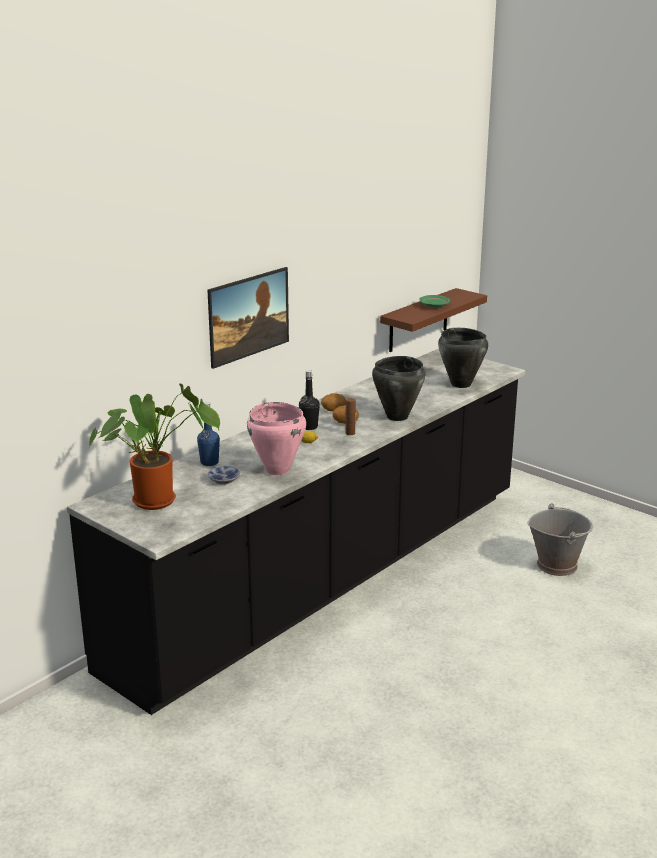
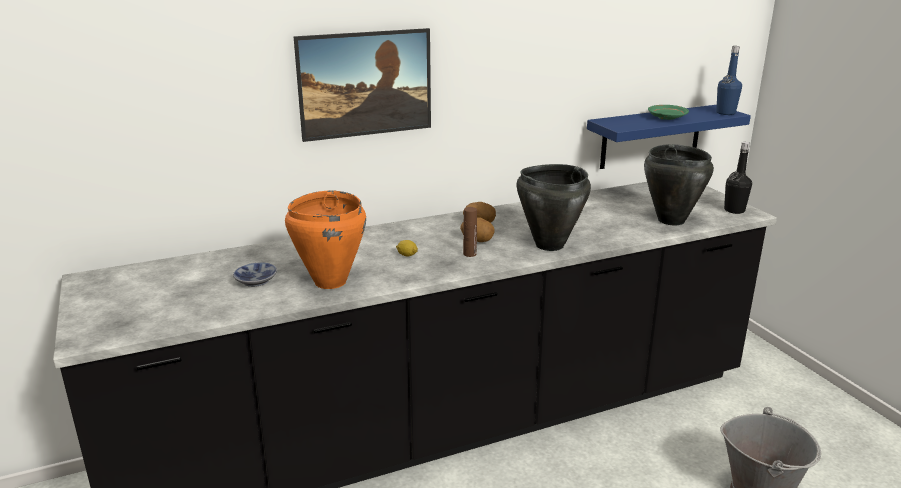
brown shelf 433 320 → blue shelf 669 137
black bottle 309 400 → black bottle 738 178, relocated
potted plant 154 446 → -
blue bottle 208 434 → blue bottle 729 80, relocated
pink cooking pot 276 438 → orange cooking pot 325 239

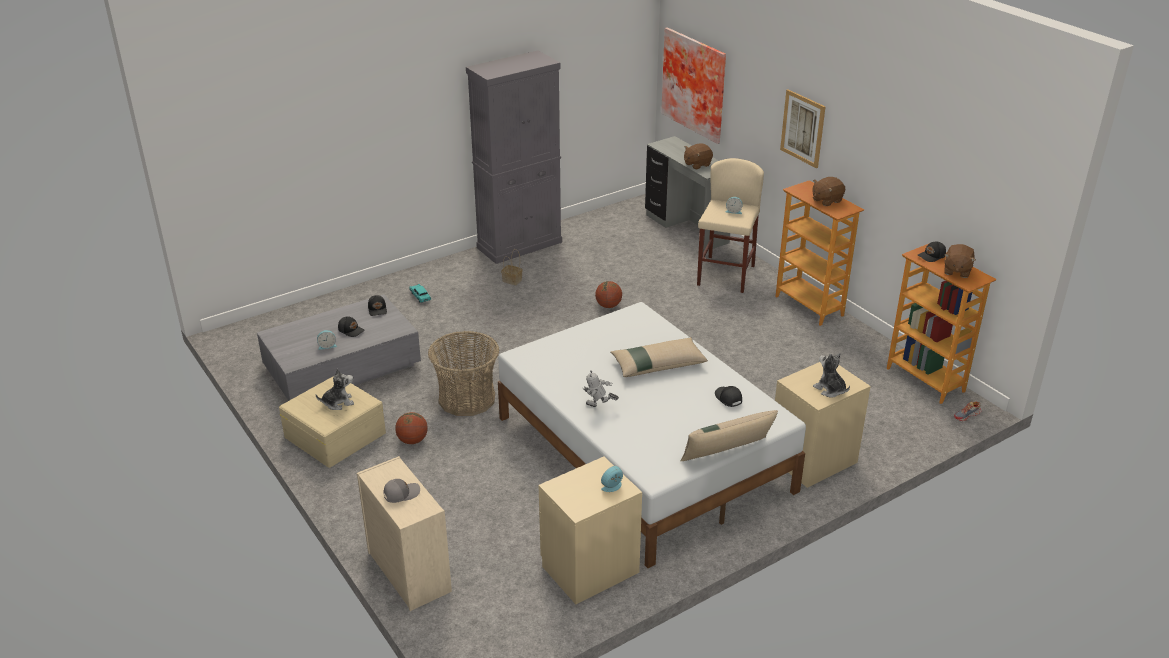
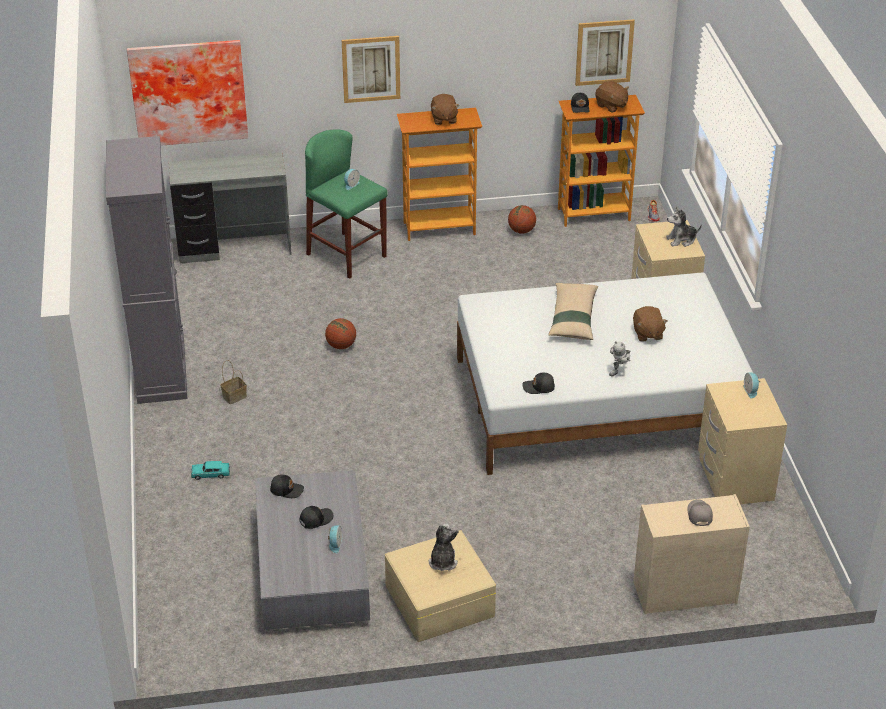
brown plush toy 698 157 → brown plush toy 650 324, relocated
beige stool 730 225 → green stool 346 204
basket 463 373 → -
black cap 728 396 → black cap 538 383, relocated
beige pillow 729 435 → -
basketball 411 428 → basketball 522 219, relocated
- → picture 605 52

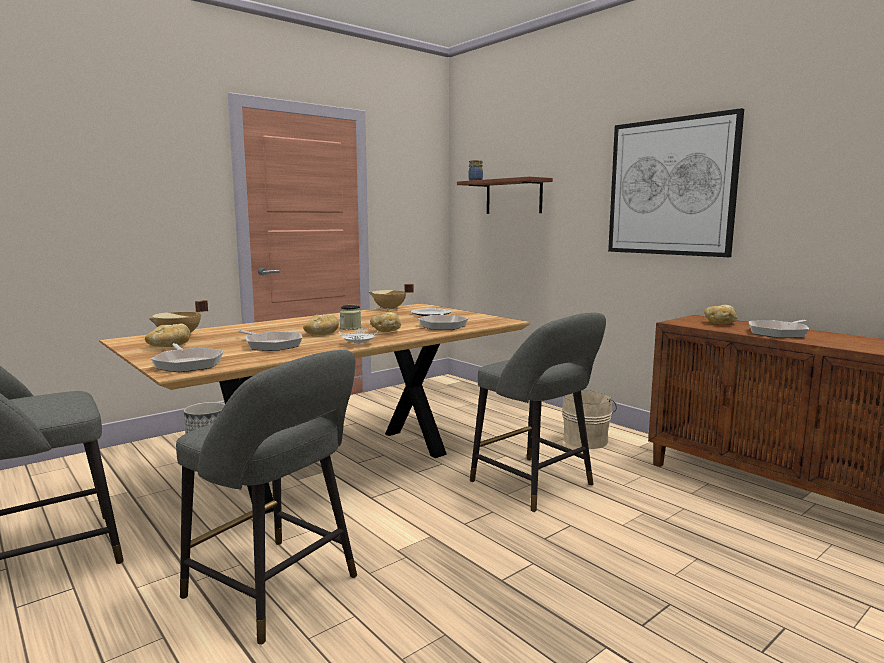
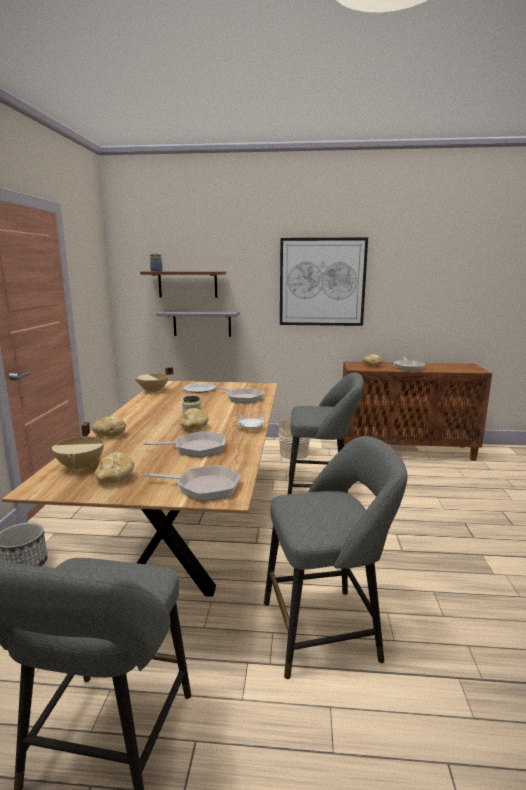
bread 385 322 → bread 109 426, relocated
- → grey shelf 198 324

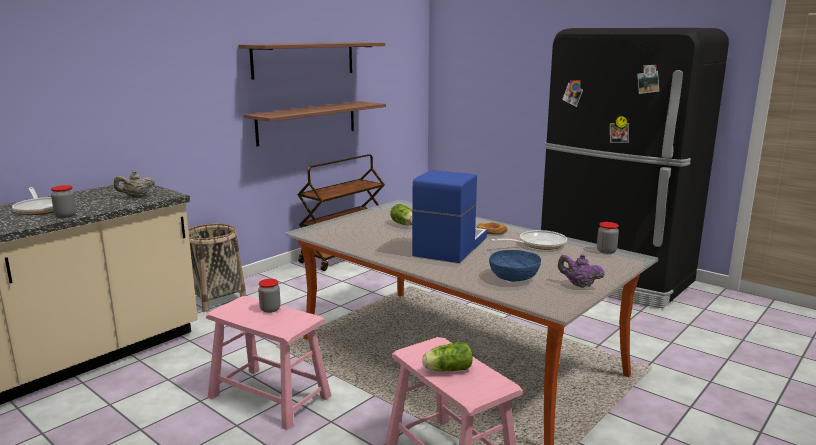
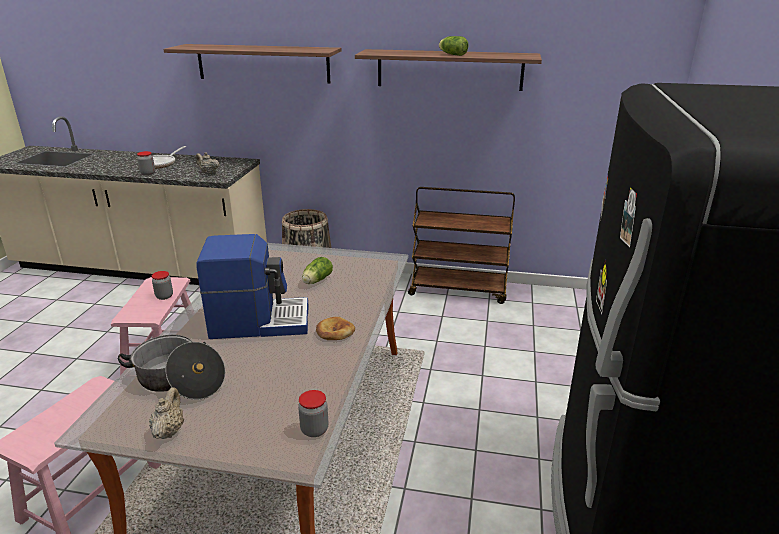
shelf 315 123 → shelf 252 63, relocated
frying pan 529 240 → -
blue bowl 515 266 → cooking pot 171 367
purple teapot 581 271 → beige teapot 166 413
lettuce 447 356 → lettuce 453 46, relocated

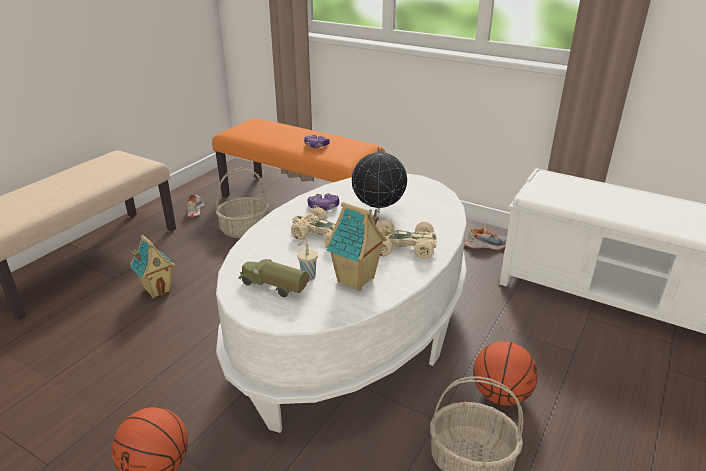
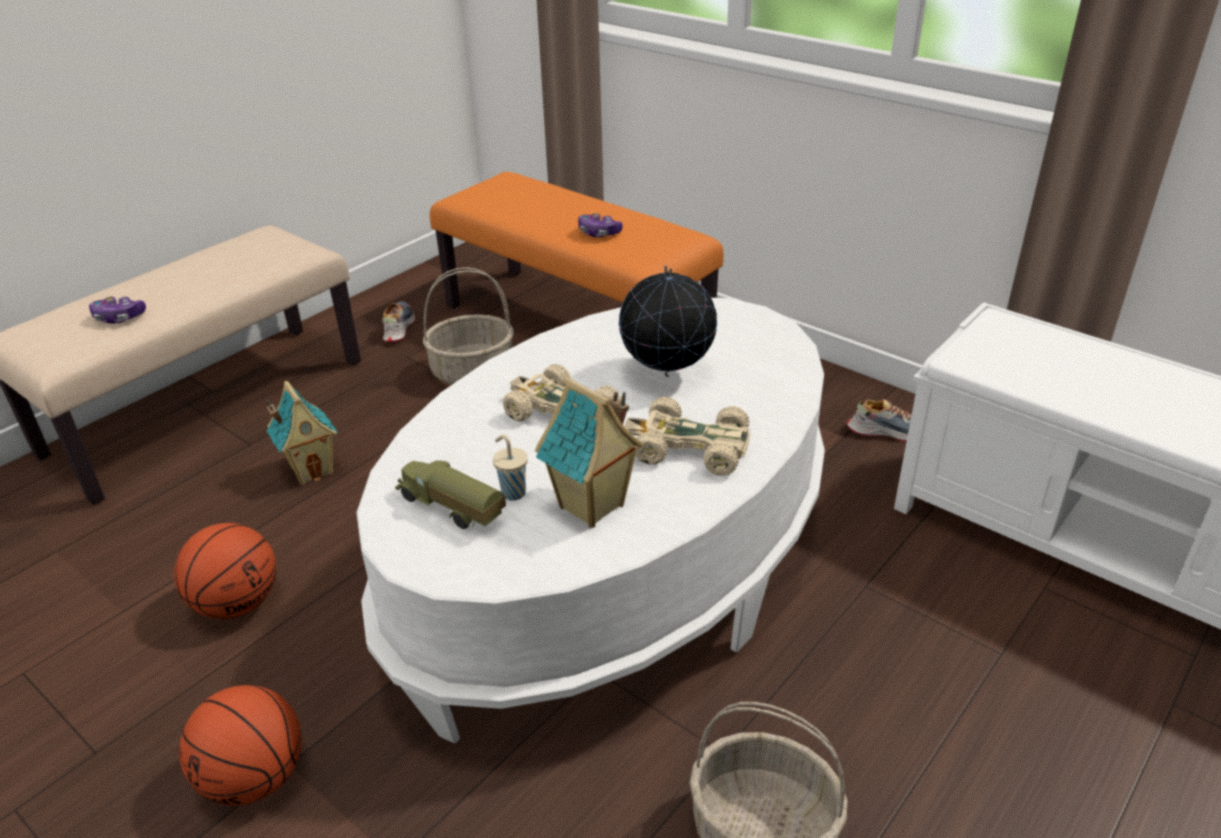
game controller 323 202 → game controller 117 310, relocated
basketball 505 373 → basketball 225 571, relocated

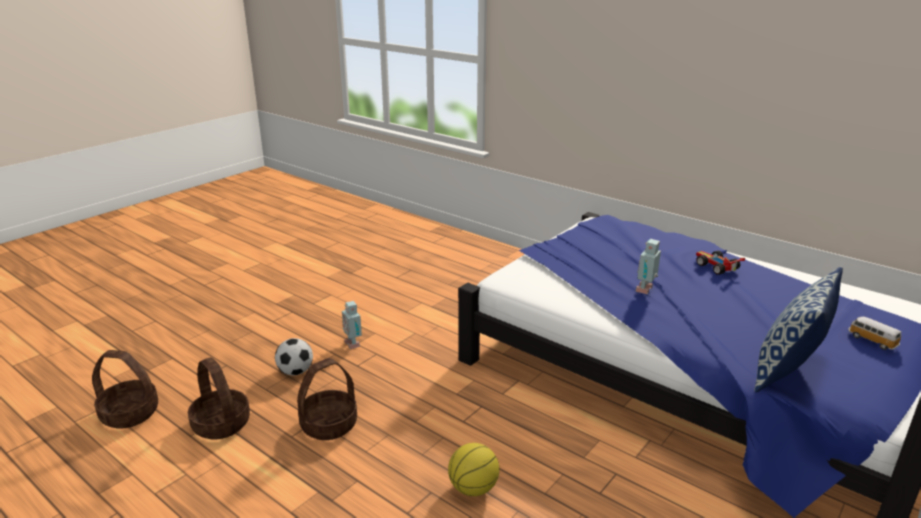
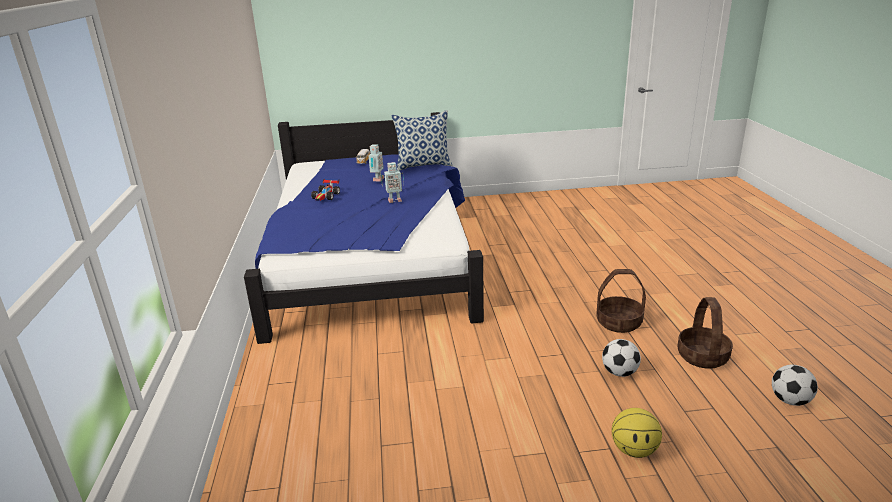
toy robot 352 325 → toy robot 376 163, relocated
basket 125 389 → football 795 385
basketball 473 469 → basketball 637 433, relocated

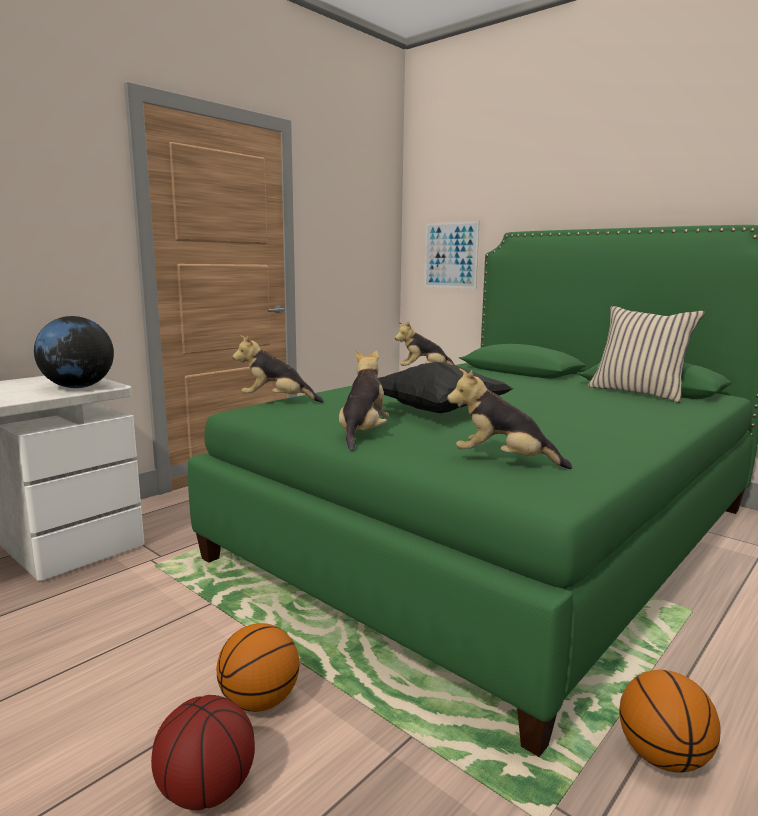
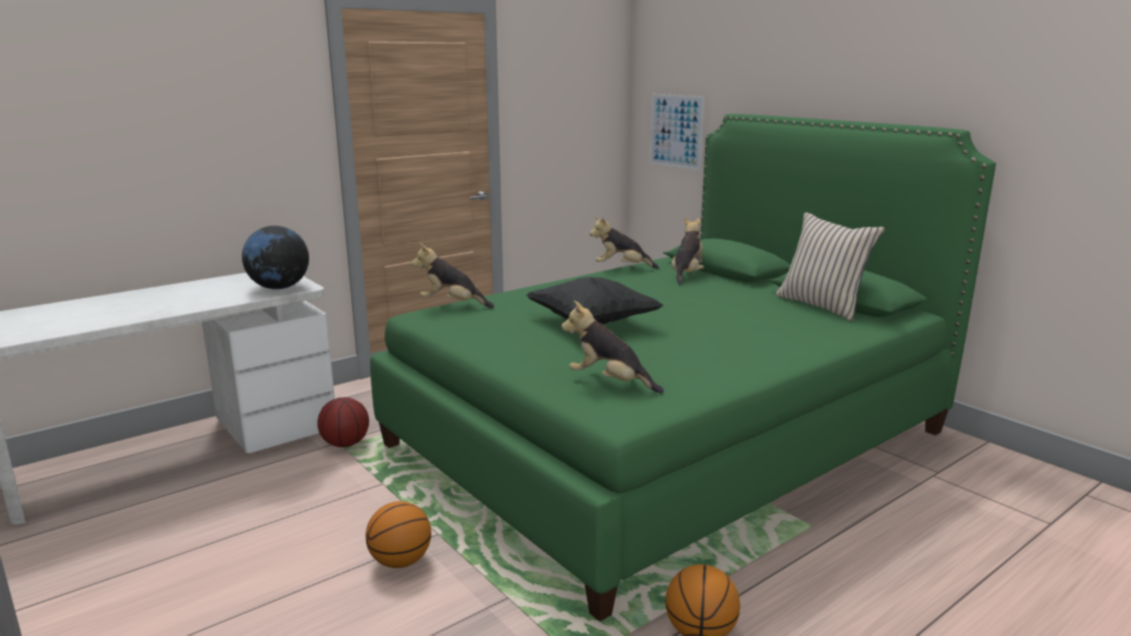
plush toy 364 400 → plush toy 688 251, relocated
basketball 203 752 → basketball 343 422, relocated

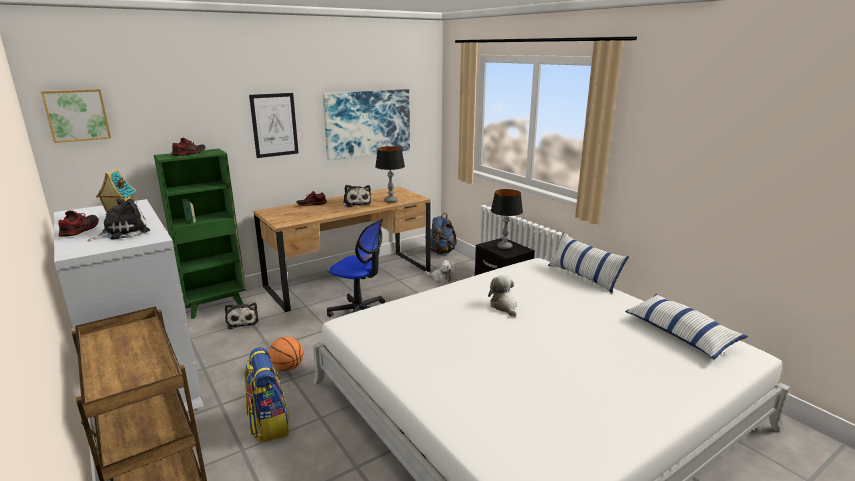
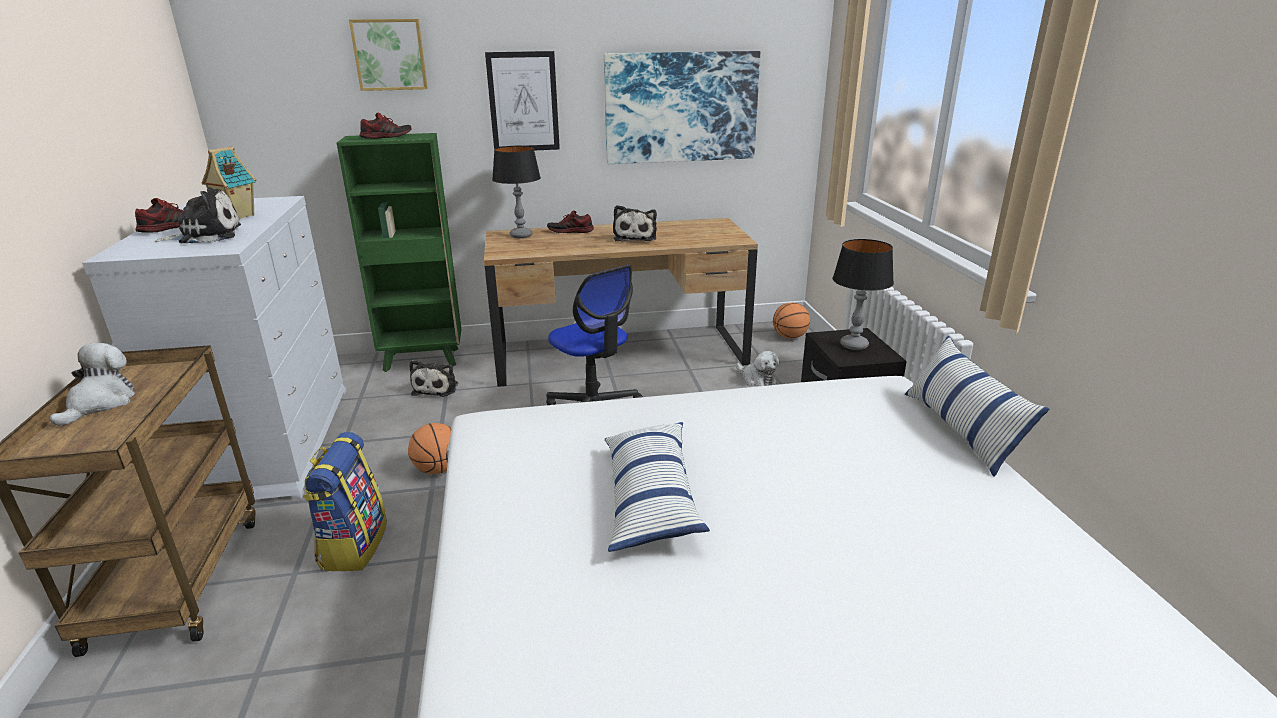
picture 76 116 → picture 388 55, relocated
table lamp 390 174 → table lamp 516 192, relocated
blue backpack 441 234 → basketball 791 321
plush toy 502 296 → plush toy 92 384, relocated
pillow 686 326 → pillow 657 487, relocated

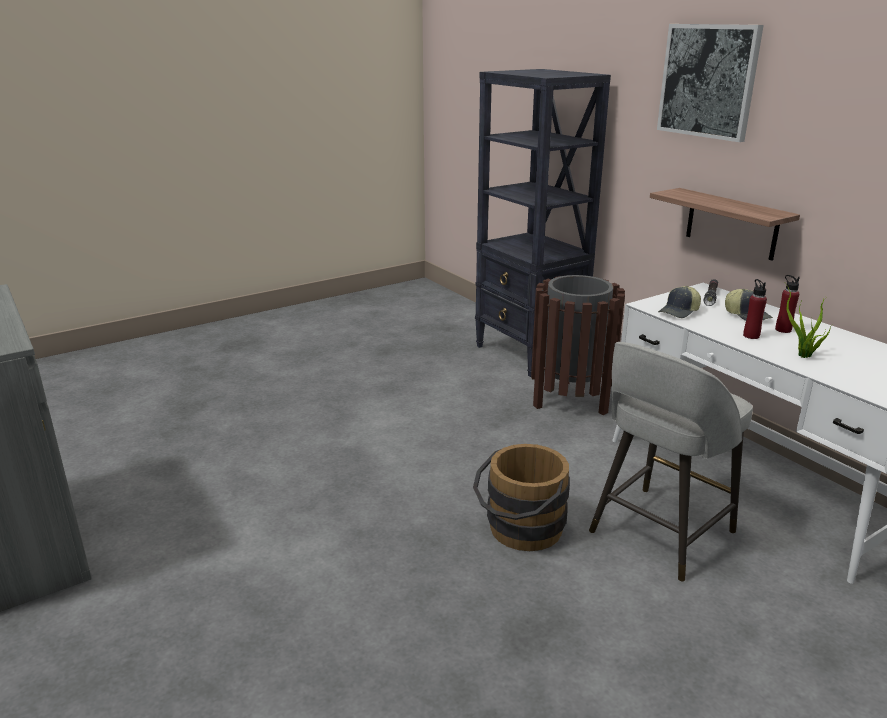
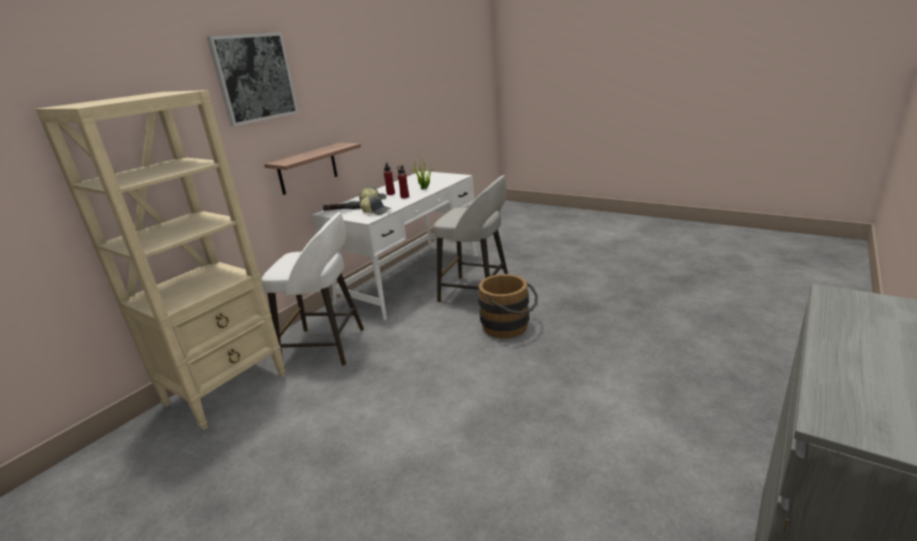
black bookcase 543 223 → beige bookcase 160 260
brown trash can 578 345 → white stool 313 289

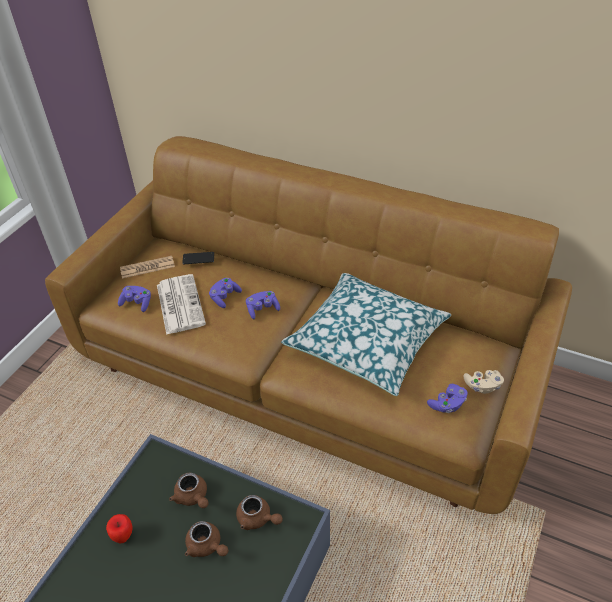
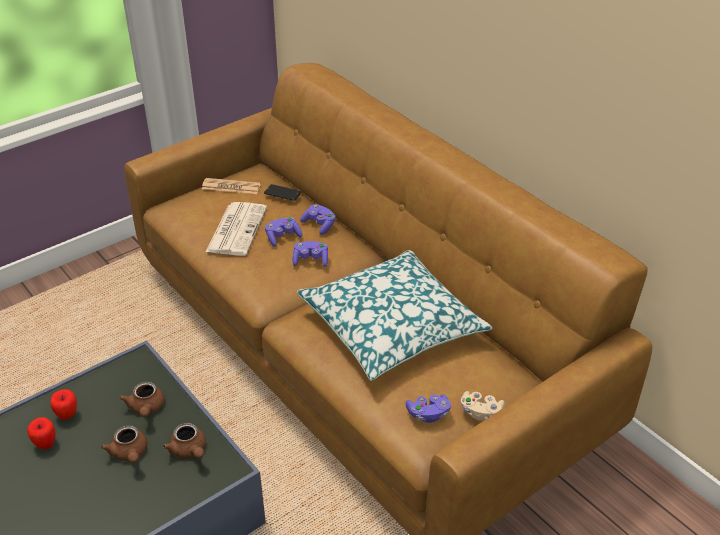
purple game controller 134 299 → purple game controller 318 219, relocated
- → apple 41 433

